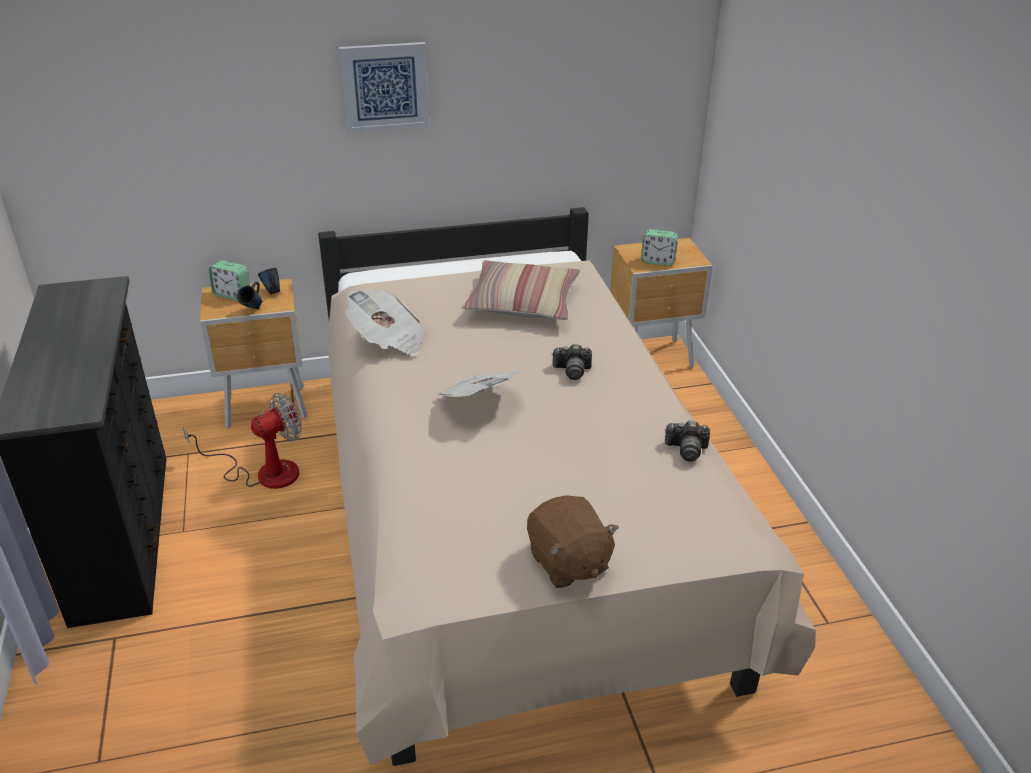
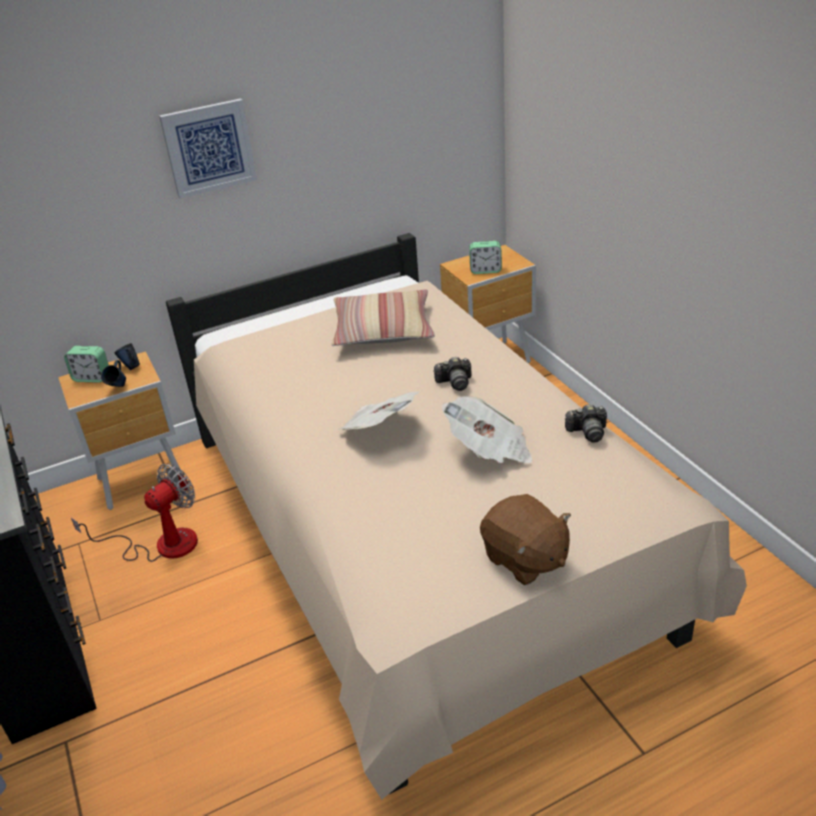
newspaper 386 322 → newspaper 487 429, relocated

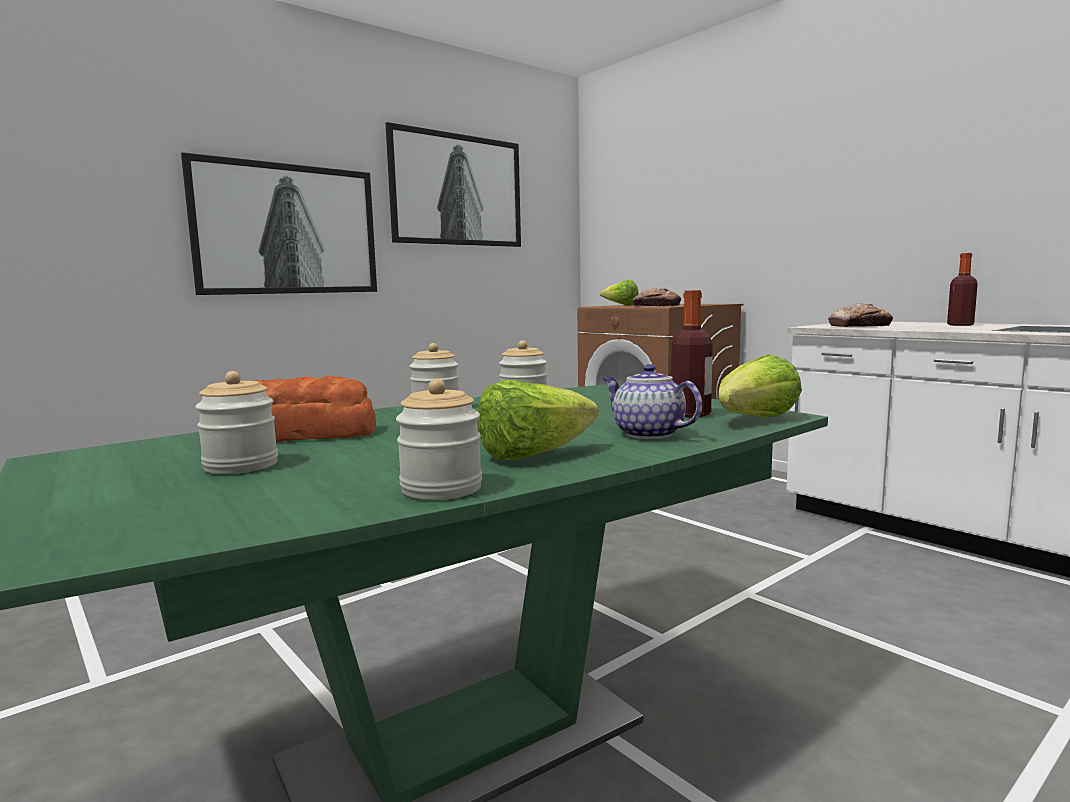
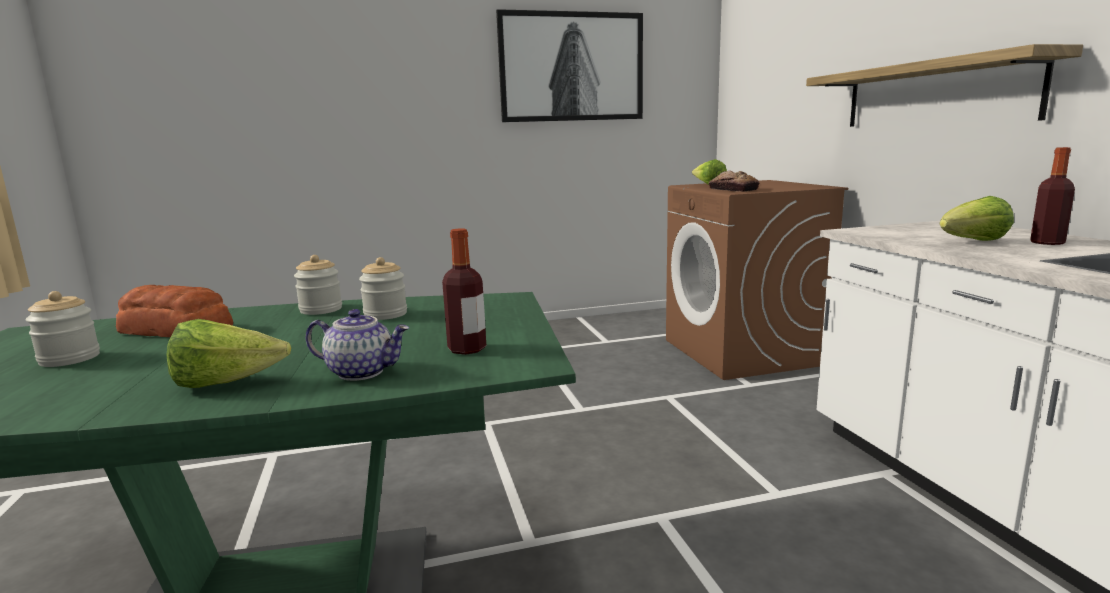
picture 279 223 → -
bread 860 315 → -
lettuce 760 385 → lettuce 976 218, relocated
teapot 652 401 → teapot 357 345, 120 degrees clockwise
jar 439 439 → -
- → shelf 944 85

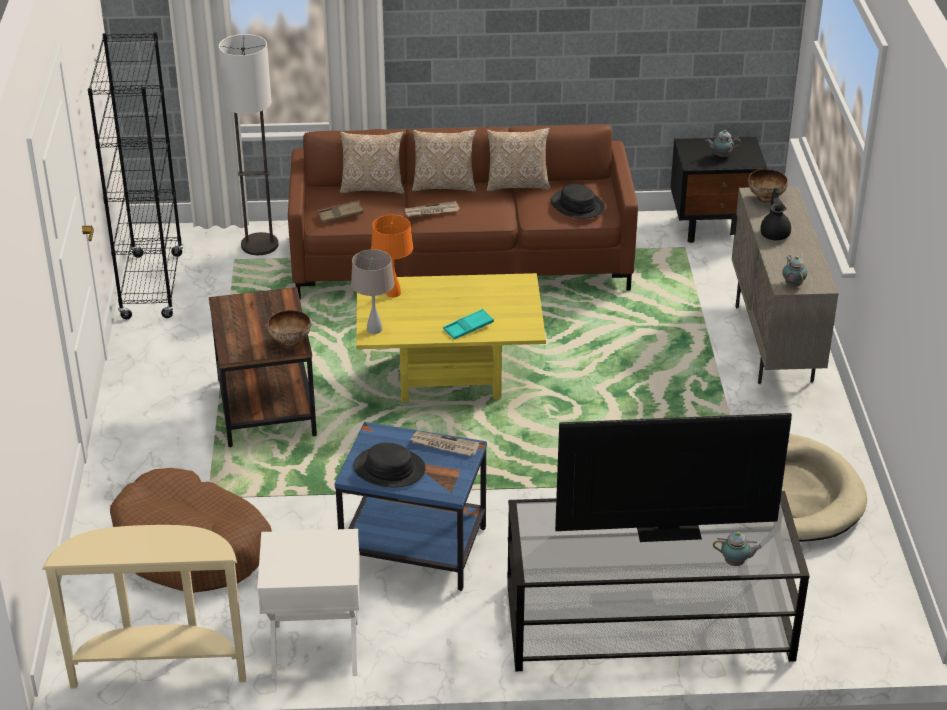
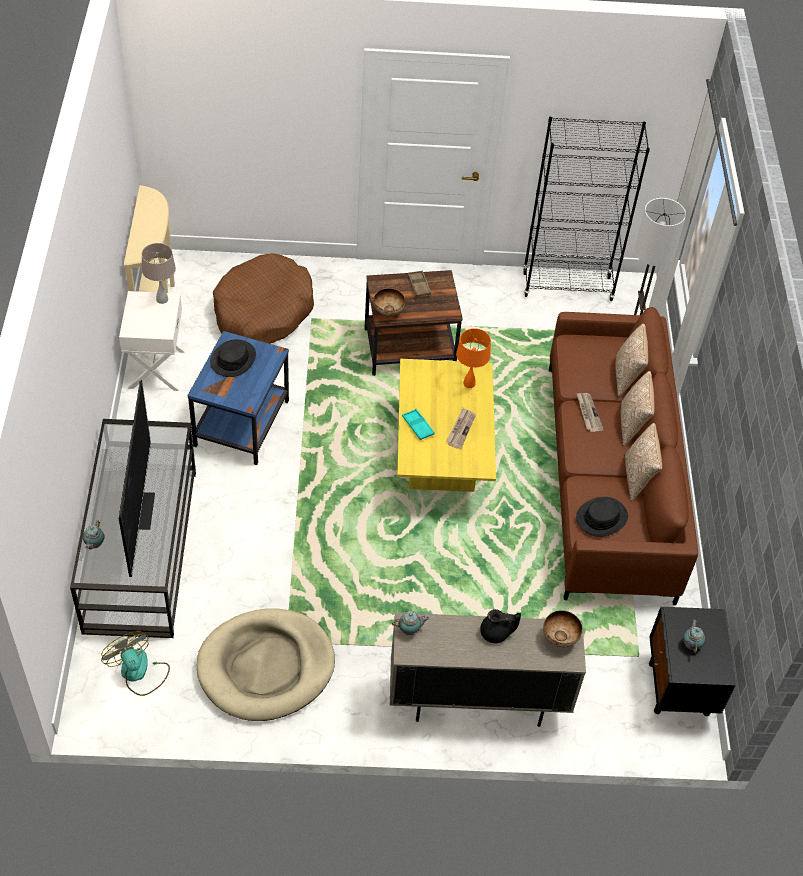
brown tray 340 212 → brown tray 419 283, relocated
beige table lamp 373 291 → beige table lamp 159 273, relocated
newspaper 445 443 → newspaper 461 428, relocated
- → fan 135 663

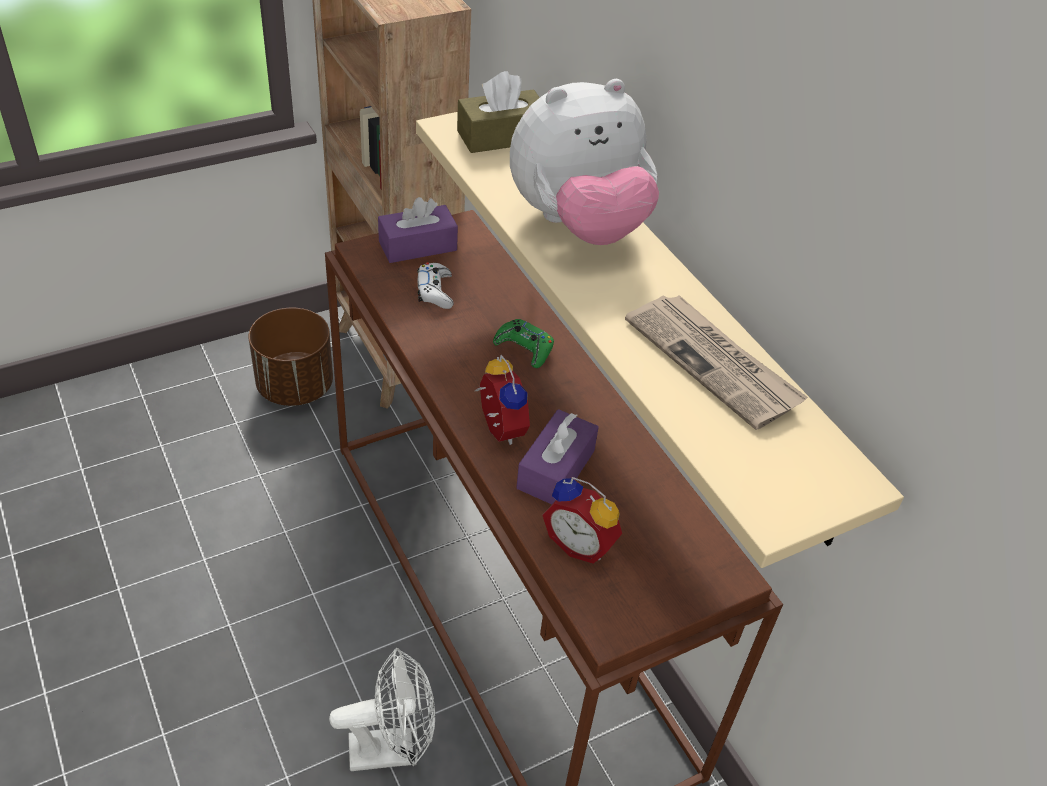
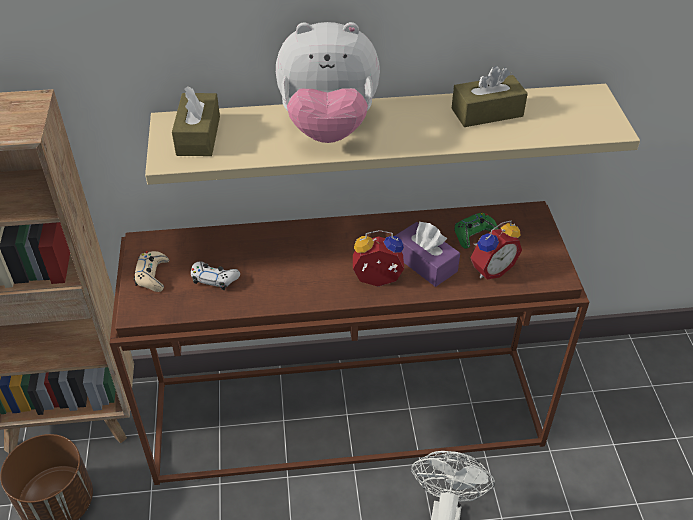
plush toy 584 162 → plush toy 328 82, 90 degrees clockwise
purple tissue box 418 230 → beige game controller 151 271
newspaper 716 362 → brown tissue box 490 96
green game controller 523 343 → green game controller 476 231, relocated

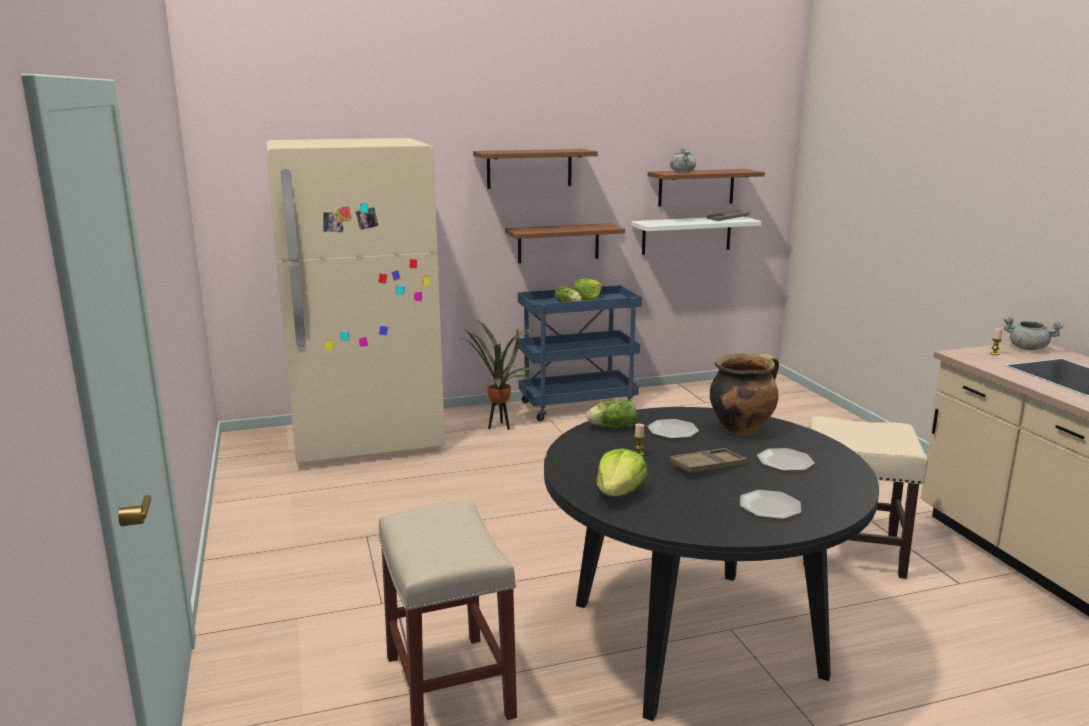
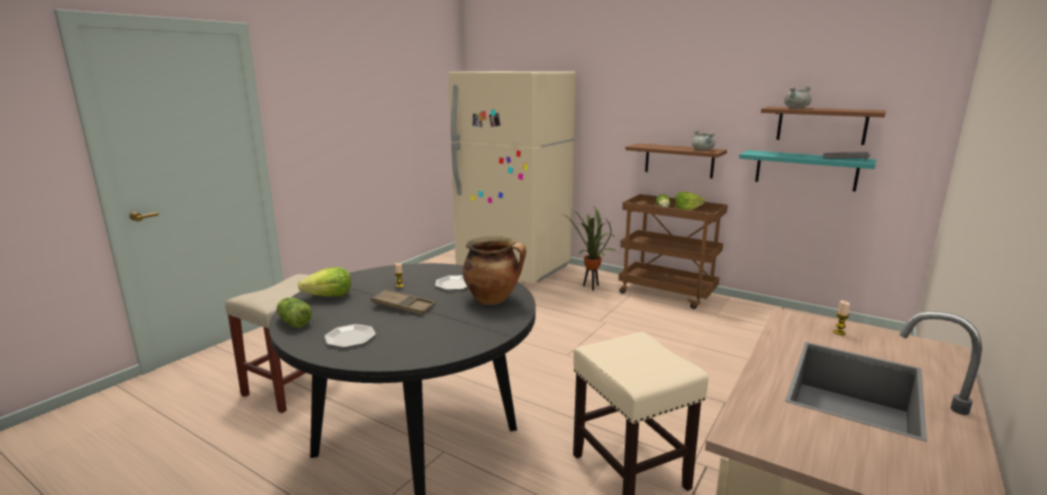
brown shelf 535 169 → -
white shelf 696 235 → turquoise shelf 808 171
blue cart 580 353 → brown cart 673 251
grey cooking pot 1034 333 → grey cooking pot 703 140, relocated
lettuce 612 414 → lettuce 294 312, relocated
plate 786 459 → -

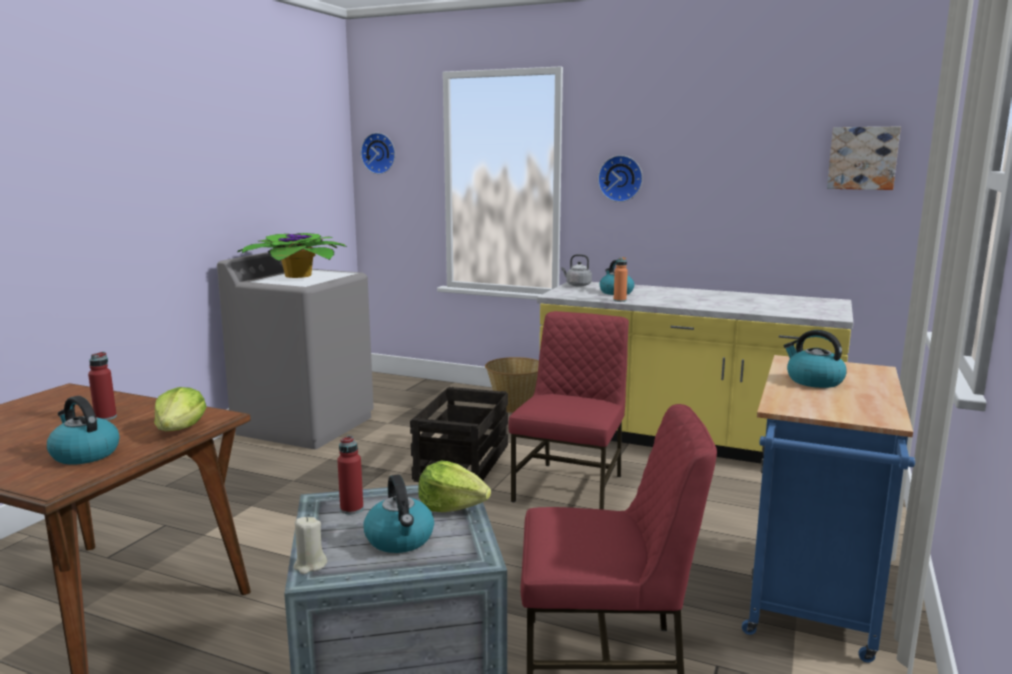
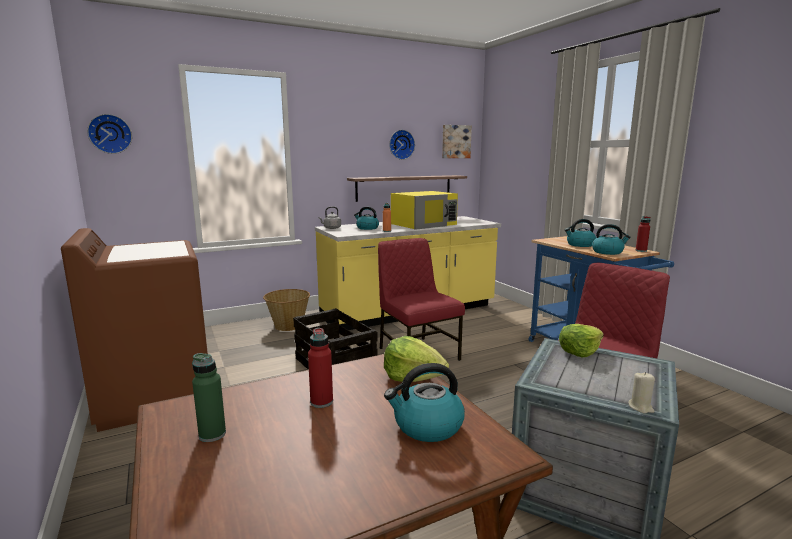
wall clock 620 178 → wall clock 402 145, relocated
potted plant 292 255 → -
grey washing machine 295 350 → brown washing machine 134 330
red bottle 350 475 → red bottle 643 234, relocated
kettle 398 514 → kettle 611 239, relocated
- → shelf 407 188
- → yellow microwave 424 210
- → green bottle 209 397

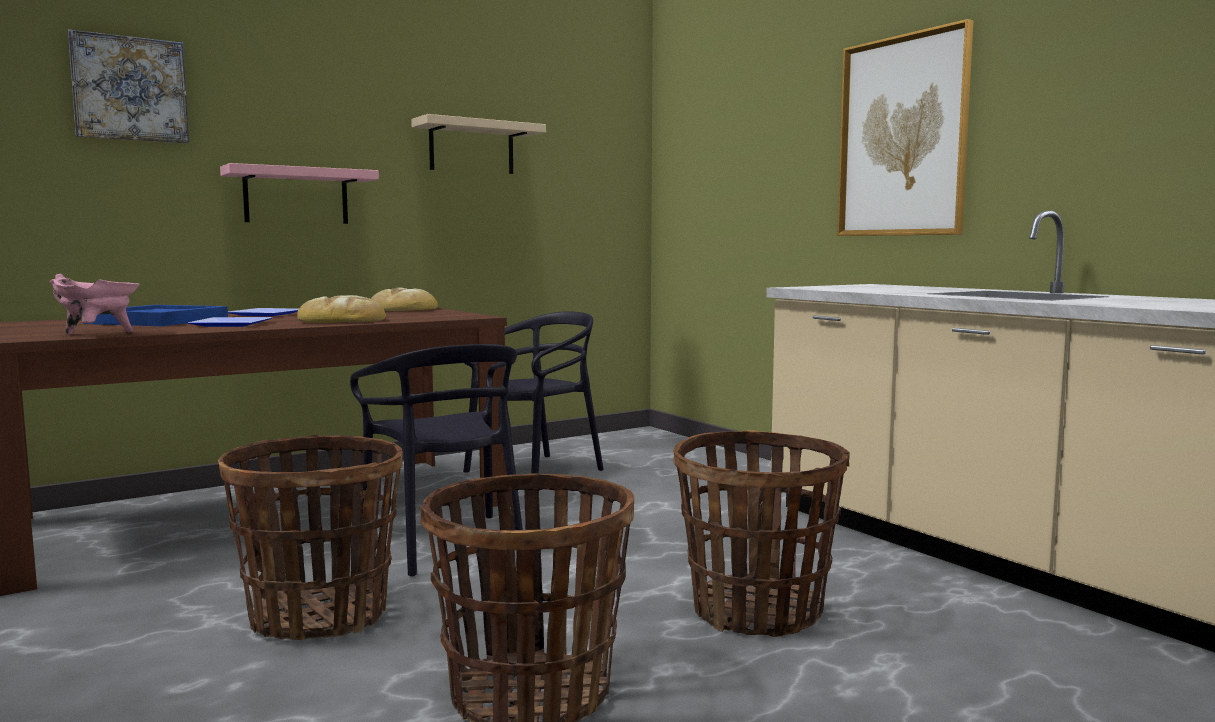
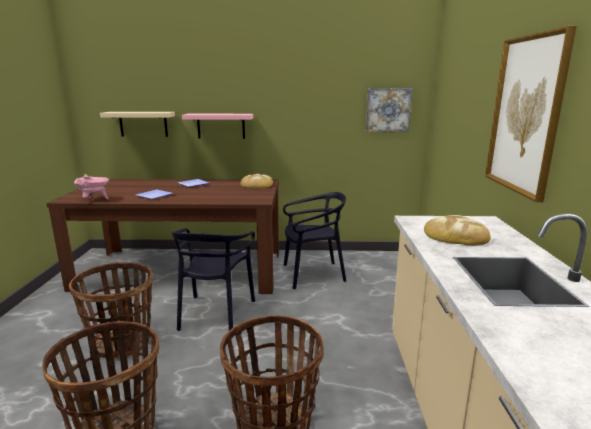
picture 128 86 → picture 389 110, relocated
beige shelf 478 144 → beige shelf 137 124, relocated
bread 341 309 → bread 457 230, relocated
blue tray 156 315 → -

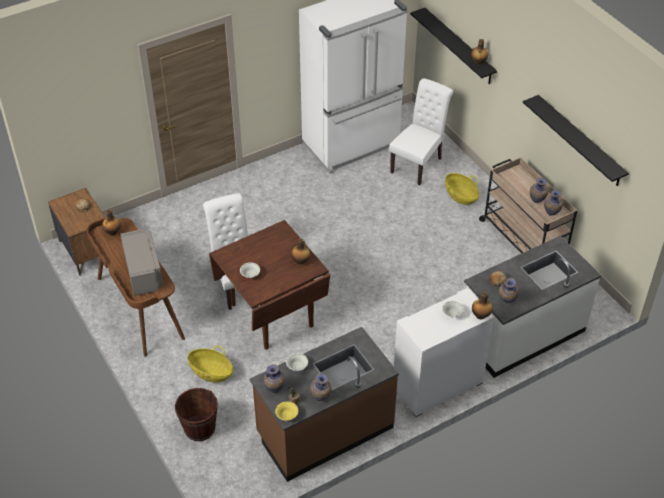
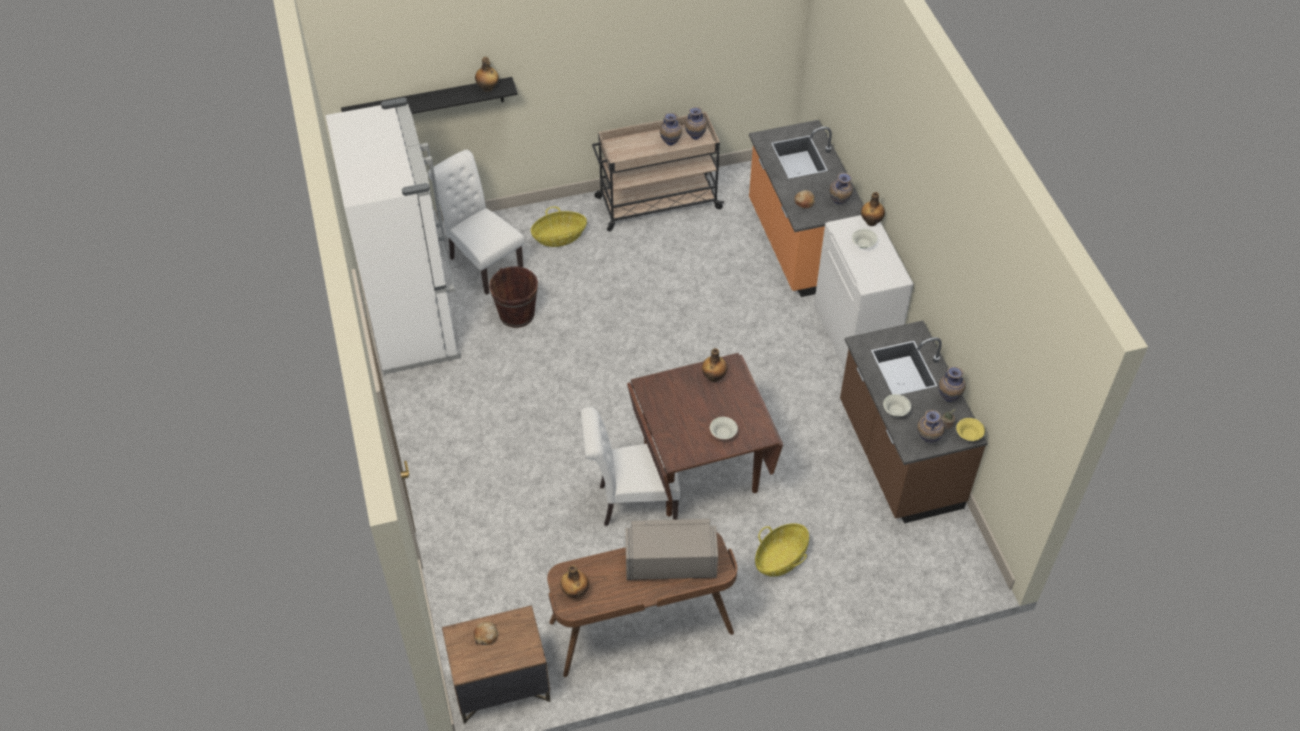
black shelf 576 140 → -
white counter 532 307 → orange counter 806 208
brown bucket 196 414 → brown bucket 513 297, relocated

